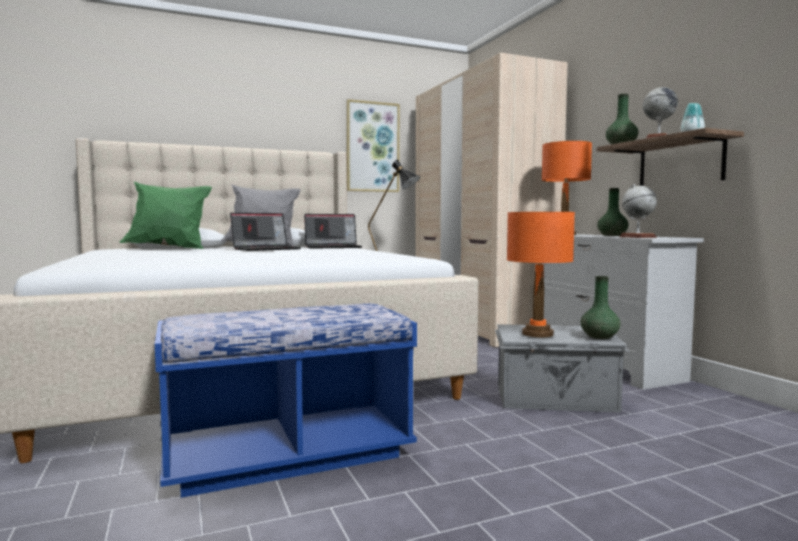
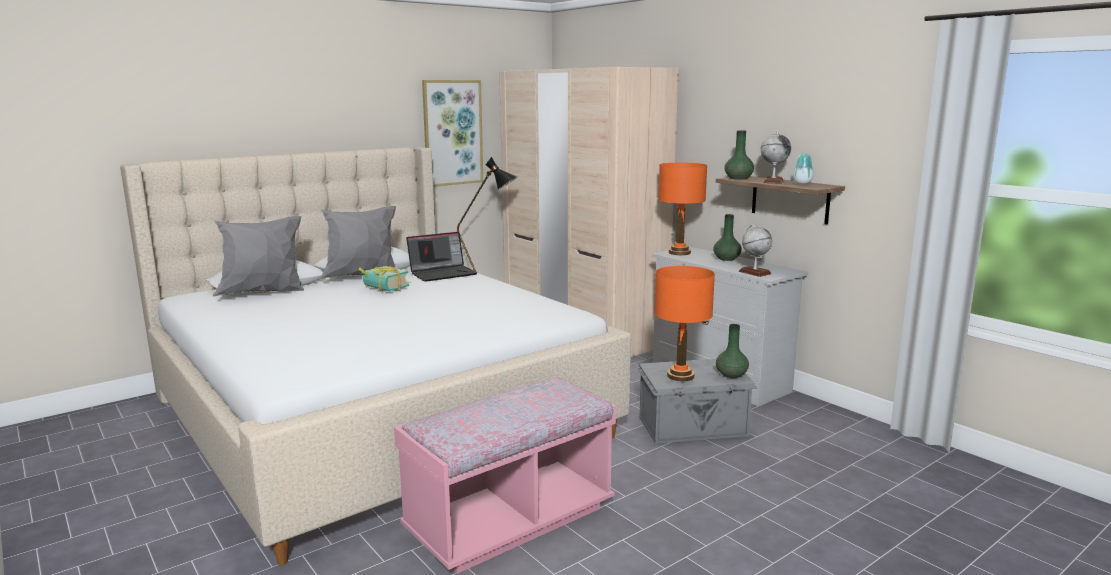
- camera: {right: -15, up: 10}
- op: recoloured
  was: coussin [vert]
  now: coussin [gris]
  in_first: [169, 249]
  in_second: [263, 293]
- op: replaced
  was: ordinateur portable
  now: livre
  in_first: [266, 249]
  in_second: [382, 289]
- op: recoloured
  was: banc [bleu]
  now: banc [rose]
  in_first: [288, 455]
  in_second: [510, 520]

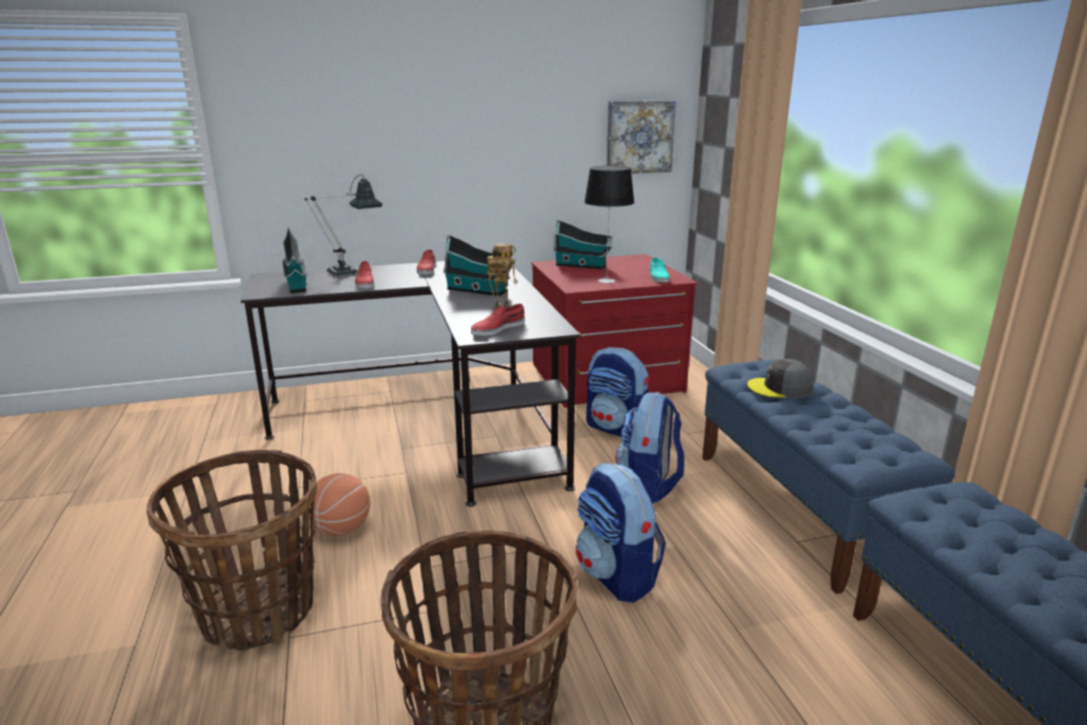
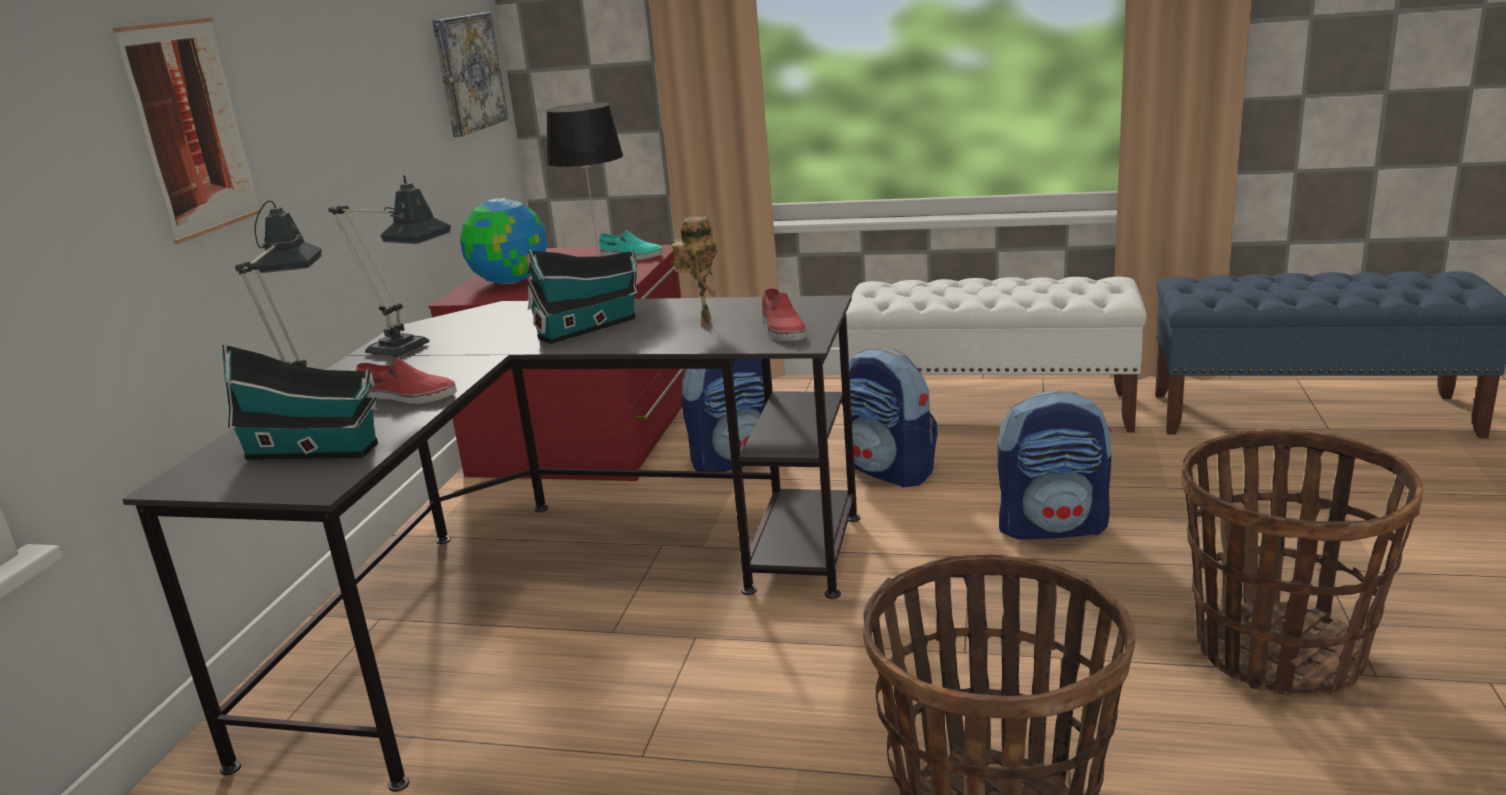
- camera: {right: -60, up: 0}
- op: replaced
  was: maison miniature
  now: globe
  in_first: [582, 266]
  in_second: [510, 282]
- op: replaced
  was: chaussure [rouge]
  now: lampe de table
  in_first: [426, 269]
  in_second: [408, 351]
- op: removed
  was: casquette [gris]
  in_first: [780, 388]
- op: recoloured
  was: banc [bleu]
  now: banc [blanc]
  in_first: [798, 509]
  in_second: [992, 410]
- op: removed
  was: ballon de basket
  in_first: [341, 529]
- op: added
  now: tableau
  in_second: [191, 128]

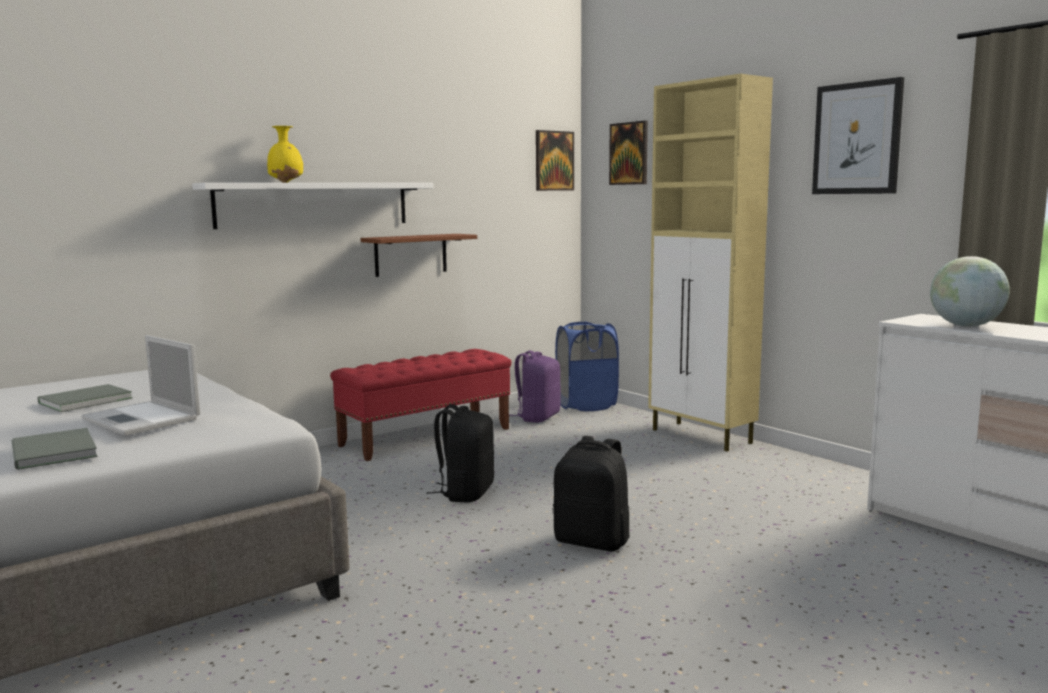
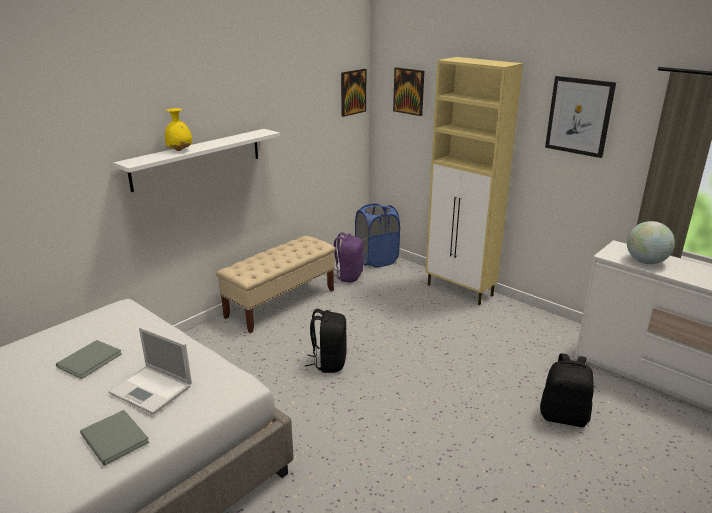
- camera: {right: -10, up: 15}
- op: removed
  was: étagère [marron]
  in_first: [411, 254]
- op: recoloured
  was: banc [rouge]
  now: banc [beige]
  in_first: [426, 437]
  in_second: [281, 303]
- op: moved
  was: sac à dos [noir]
  in_first: [592, 541]
  in_second: [564, 416]

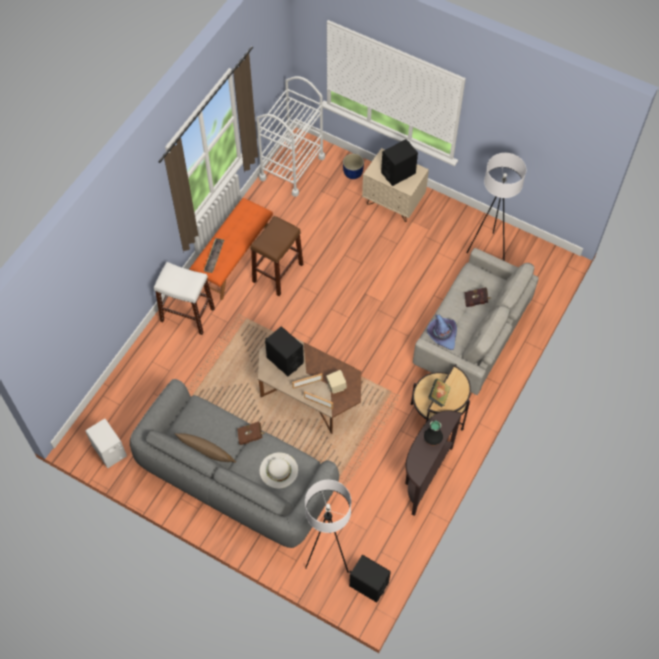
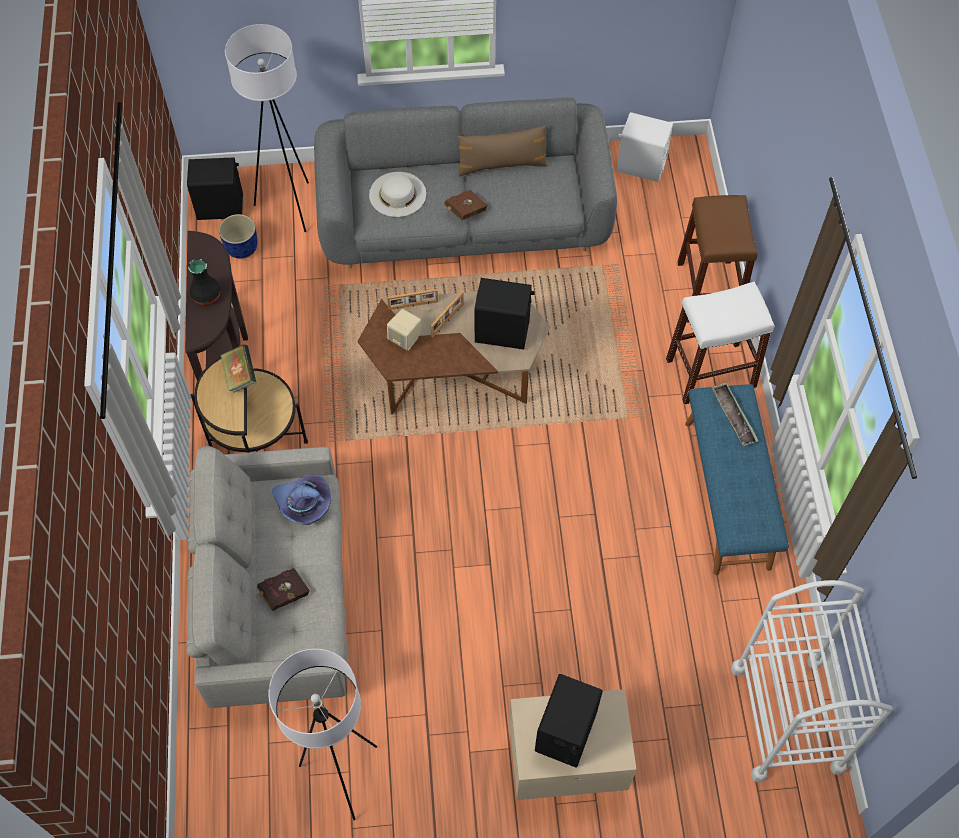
- camera: {right: 145, up: 0}
- op: moved
  was: cache-pot [bleu]
  in_first: [352, 173]
  in_second: [242, 247]
- op: recoloured
  was: banc [orange]
  now: banc [bleu]
  in_first: [233, 258]
  in_second: [728, 494]
- op: moved
  was: tabouret [marron]
  in_first: [278, 273]
  in_second: [708, 290]

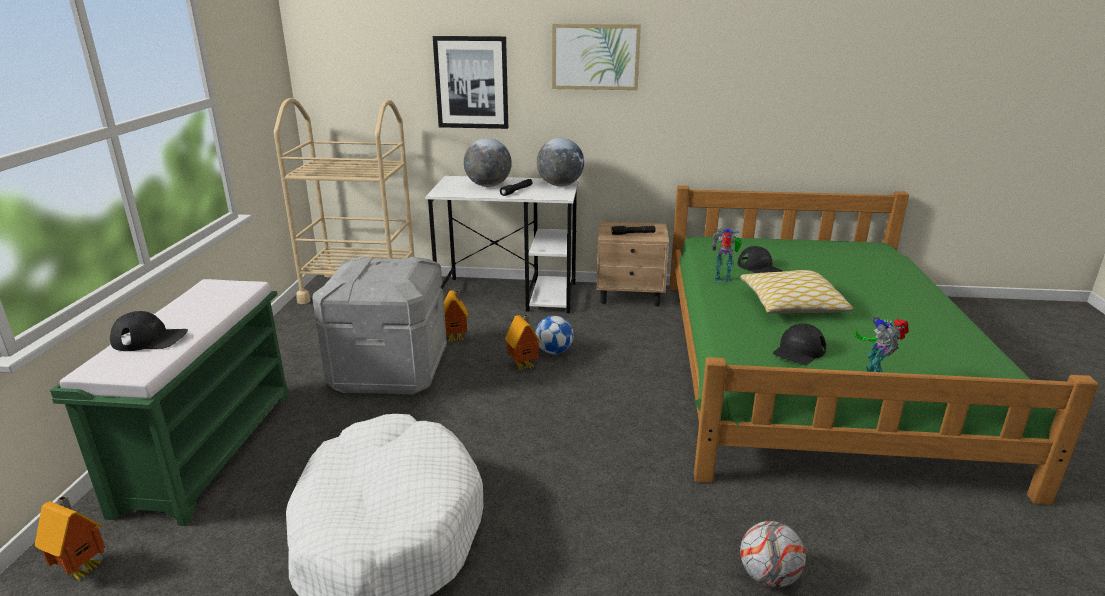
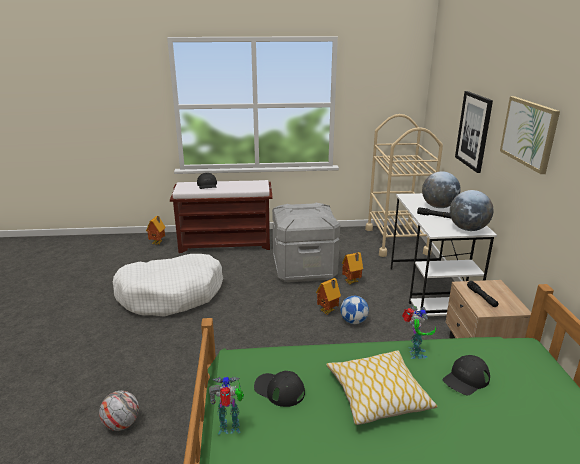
- camera: {right: 80, up: 0}
- op: recoloured
  was: banc [vert]
  now: banc [marron]
  in_first: [209, 449]
  in_second: [226, 243]

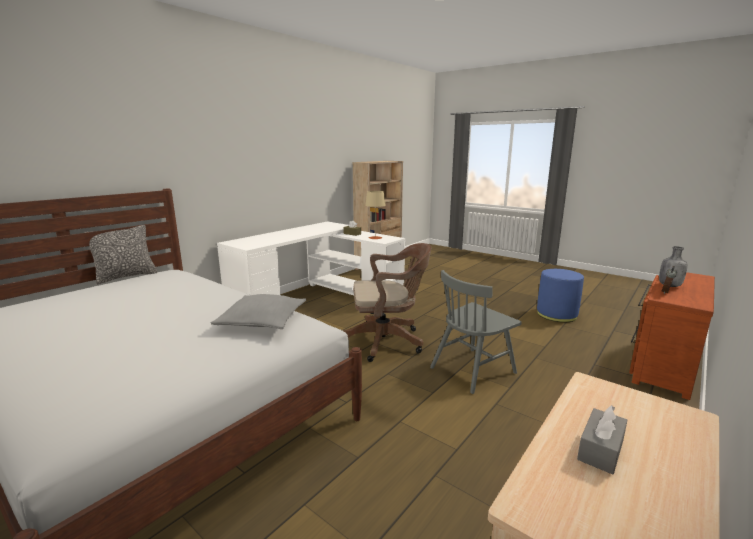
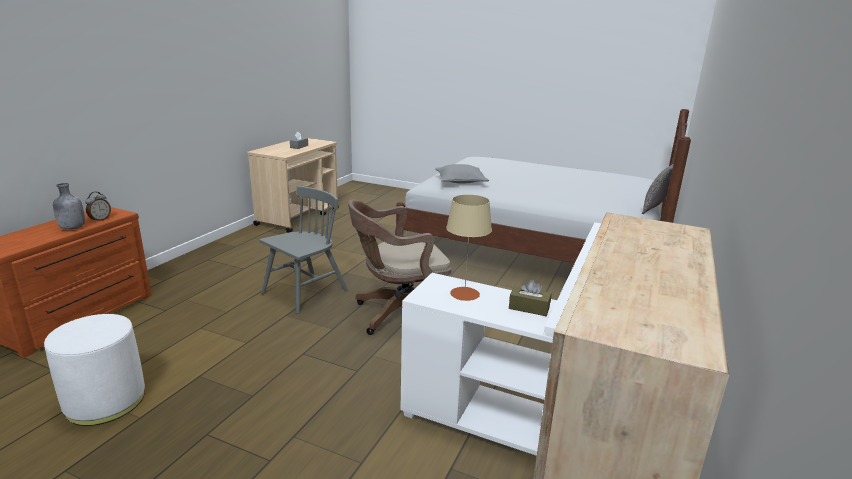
- camera: {right: 165, up: 5}
- op: recoloured
  was: pouf [bleu]
  now: pouf [blanc]
  in_first: [556, 314]
  in_second: [105, 401]

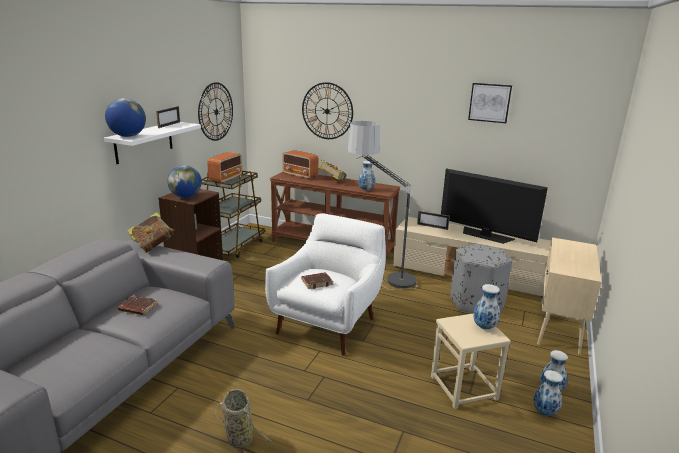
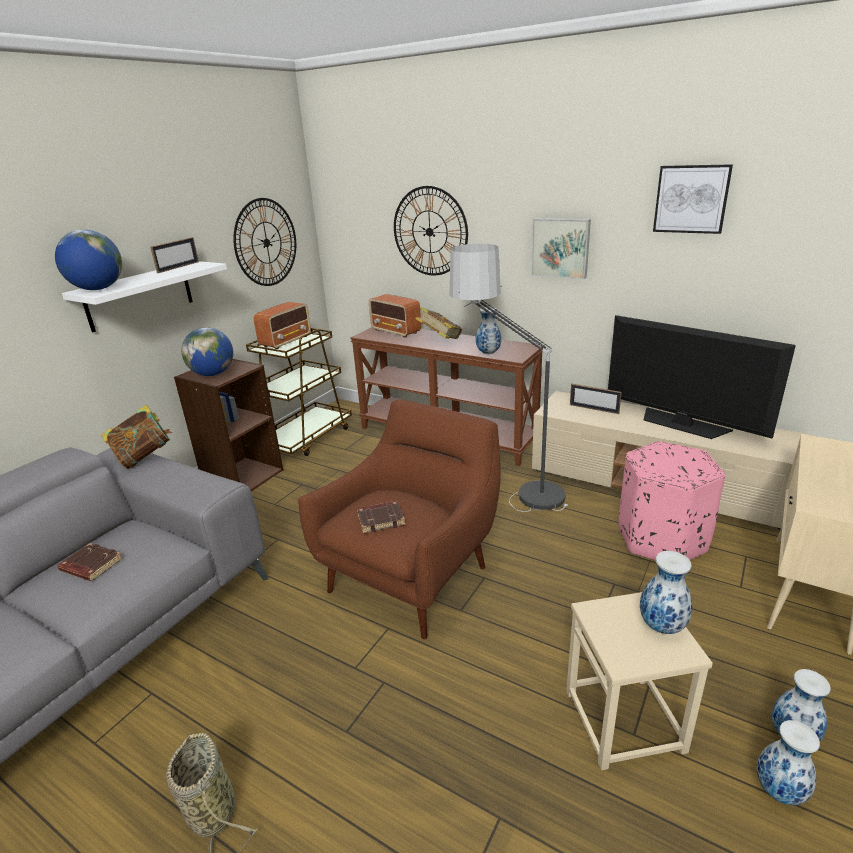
- camera: {right: 10, up: 5}
- op: recoloured
  was: fauteuil [blanc]
  now: fauteuil [marron]
  in_first: [328, 323]
  in_second: [412, 575]
- op: recoloured
  was: pouf [gris]
  now: pouf [rose]
  in_first: [475, 303]
  in_second: [661, 539]
- op: added
  now: tableau
  in_second: [560, 247]

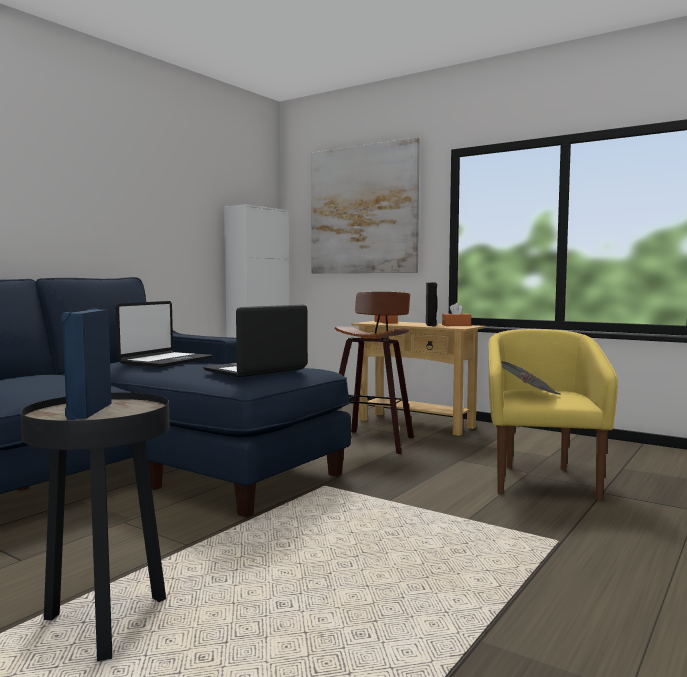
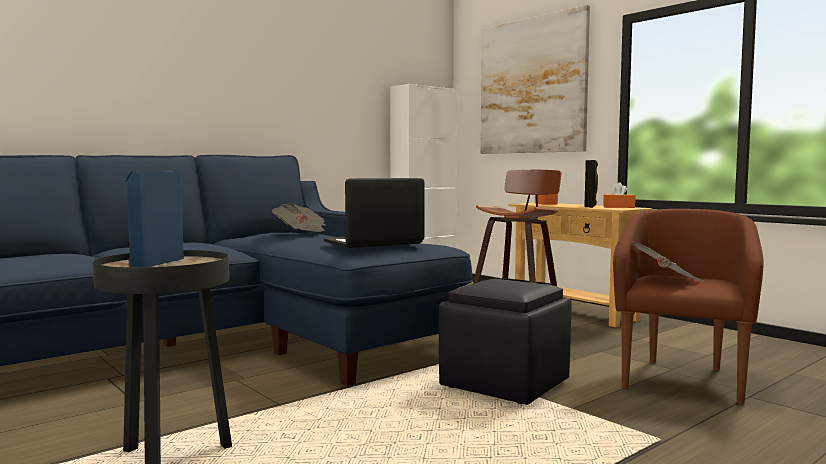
- camera: {right: 15, up: 0}
- op: replaced
  was: ordinateur portable
  now: journal
  in_first: [165, 361]
  in_second: [302, 234]
- op: recoloured
  was: fauteuil [jaune]
  now: fauteuil [marron]
  in_first: [542, 481]
  in_second: [682, 378]
- op: added
  now: pouf [noir]
  in_second: [504, 384]

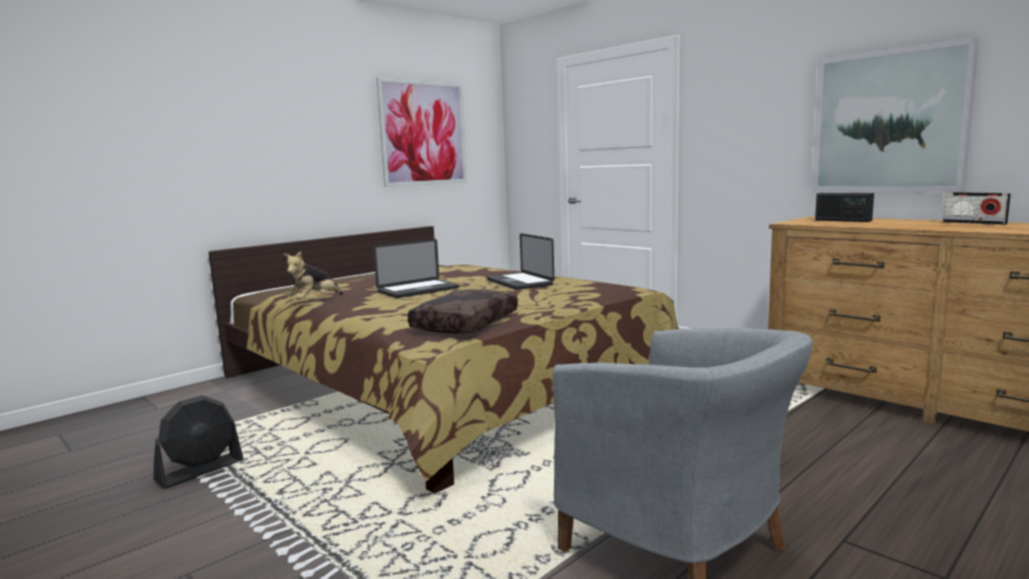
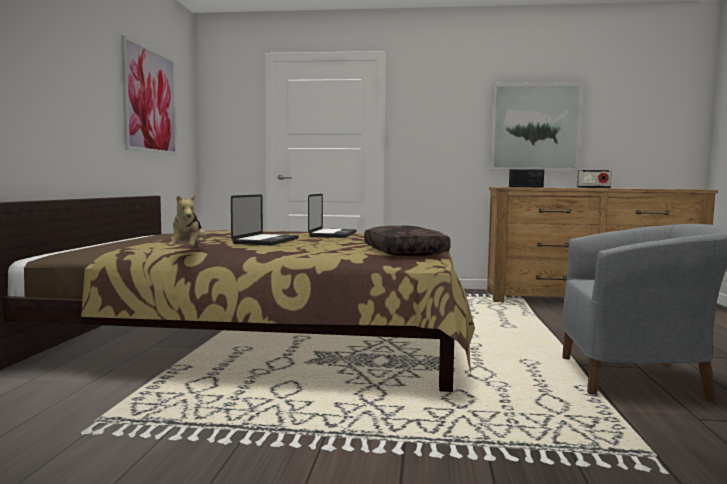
- camera: {right: -40, up: -5}
- op: turned
  was: ordinateur portable
  in_first: [519, 282]
  in_second: [333, 234]
  clockwise: -105
- op: removed
  was: ventilateur [noir]
  in_first: [200, 471]

